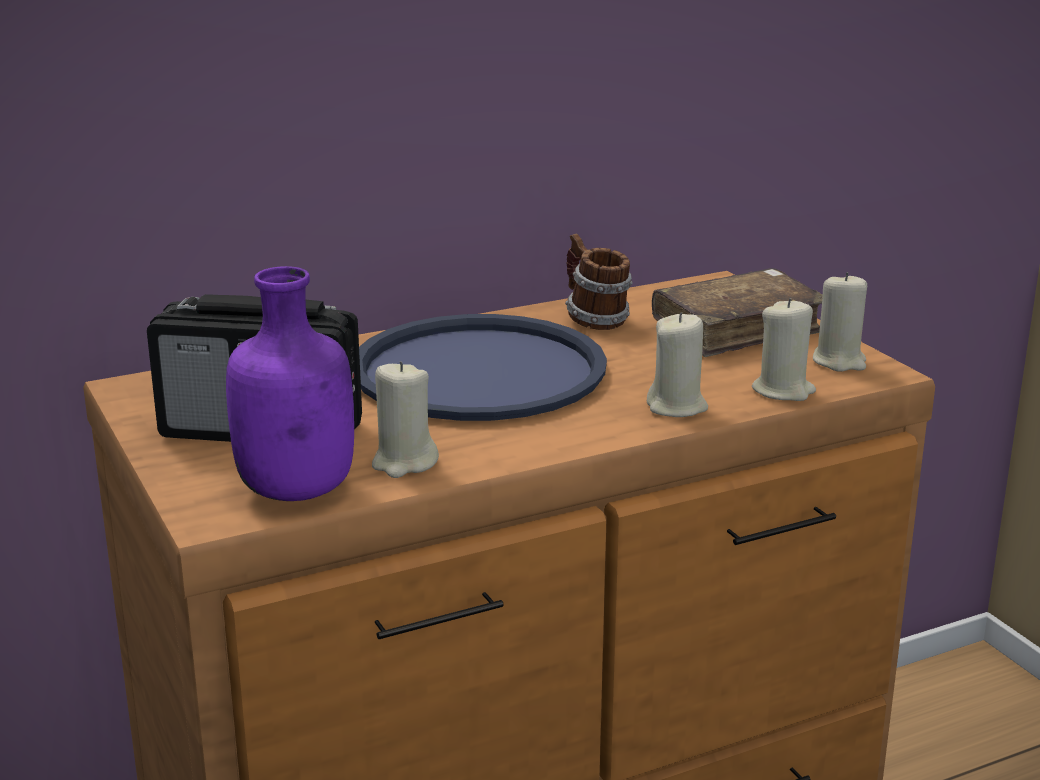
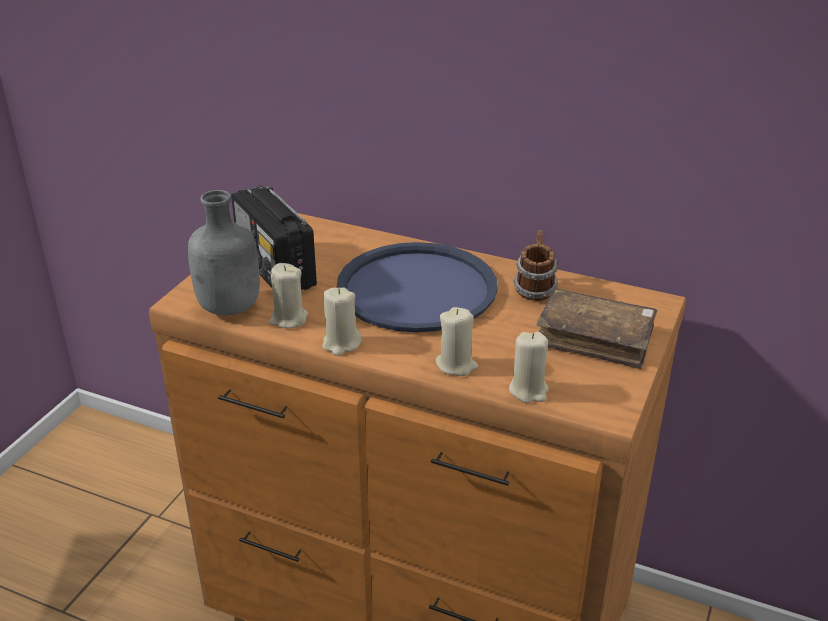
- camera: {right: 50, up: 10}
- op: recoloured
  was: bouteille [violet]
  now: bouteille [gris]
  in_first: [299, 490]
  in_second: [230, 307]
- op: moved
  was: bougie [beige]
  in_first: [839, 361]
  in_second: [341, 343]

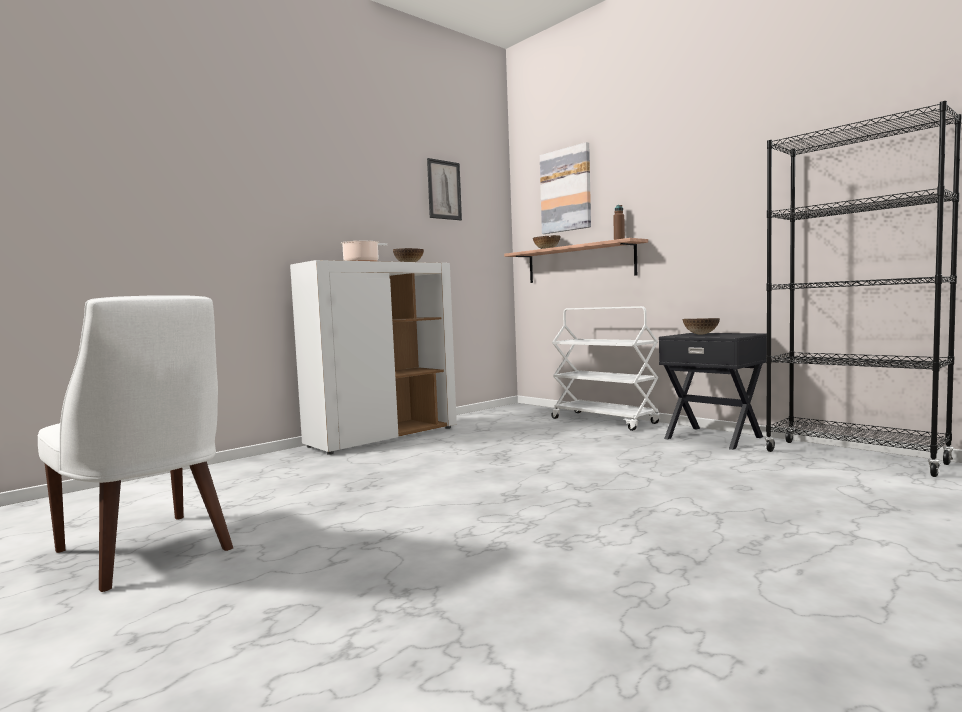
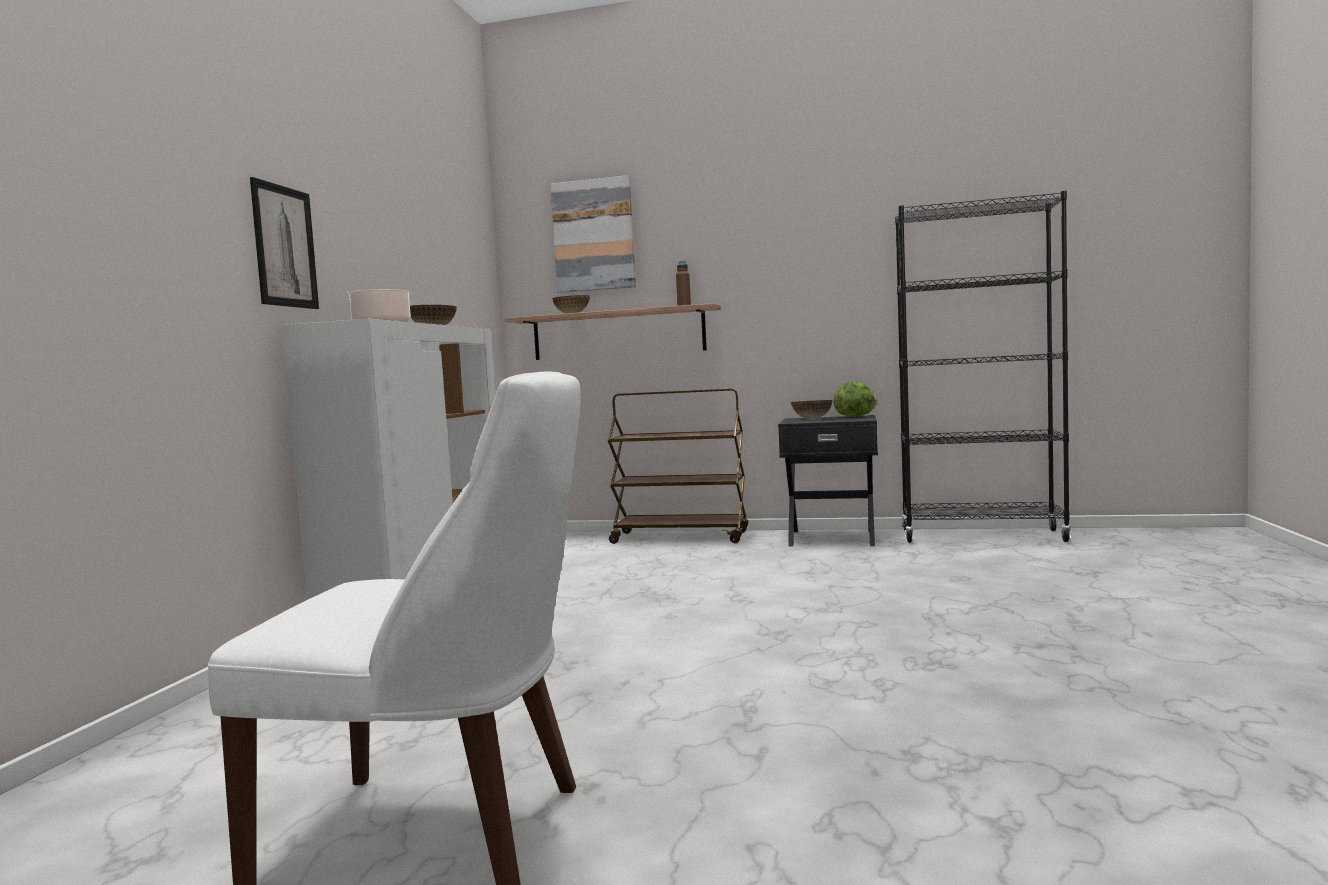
- camera: {right: -35, up: 0}
- op: moved
  was: tableau
  in_first: [444, 190]
  in_second: [284, 246]
- op: recoloured
  was: chariot [blanc]
  now: chariot [marron]
  in_first: [605, 421]
  in_second: [681, 537]
- op: added
  now: laitue
  in_second: [856, 416]

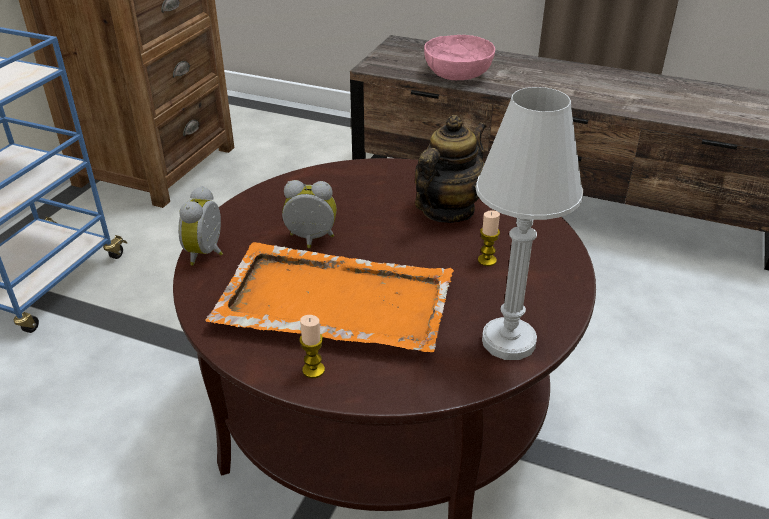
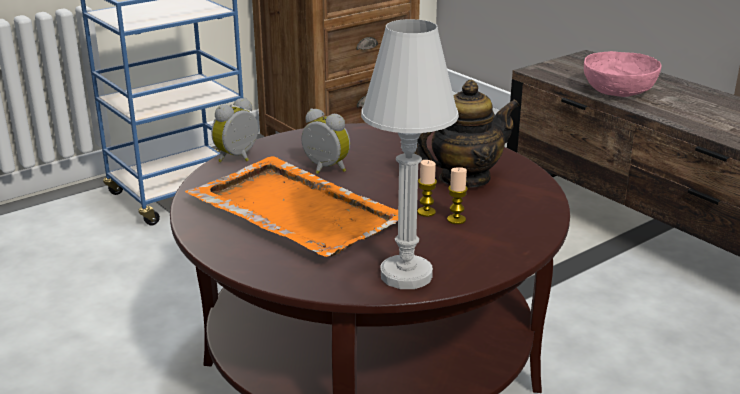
- camera: {right: 30, up: -10}
- op: moved
  was: bougie
  in_first: [313, 370]
  in_second: [426, 212]

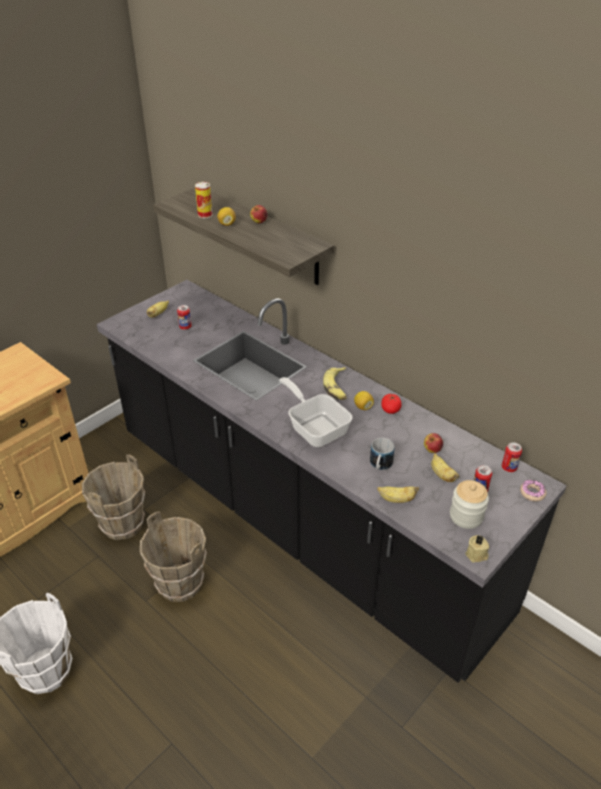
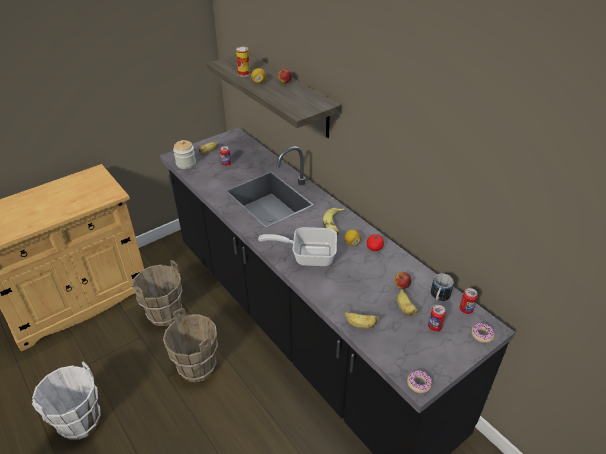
- camera: {right: 10, up: 0}
- op: turned
  was: poêle
  in_first: [315, 427]
  in_second: [307, 255]
  clockwise: -60
- op: moved
  was: mug
  in_first: [380, 466]
  in_second: [438, 297]
- op: moved
  was: bocal
  in_first: [466, 516]
  in_second: [186, 164]
- op: replaced
  was: bougie [beige]
  now: beignet
  in_first: [477, 555]
  in_second: [419, 383]

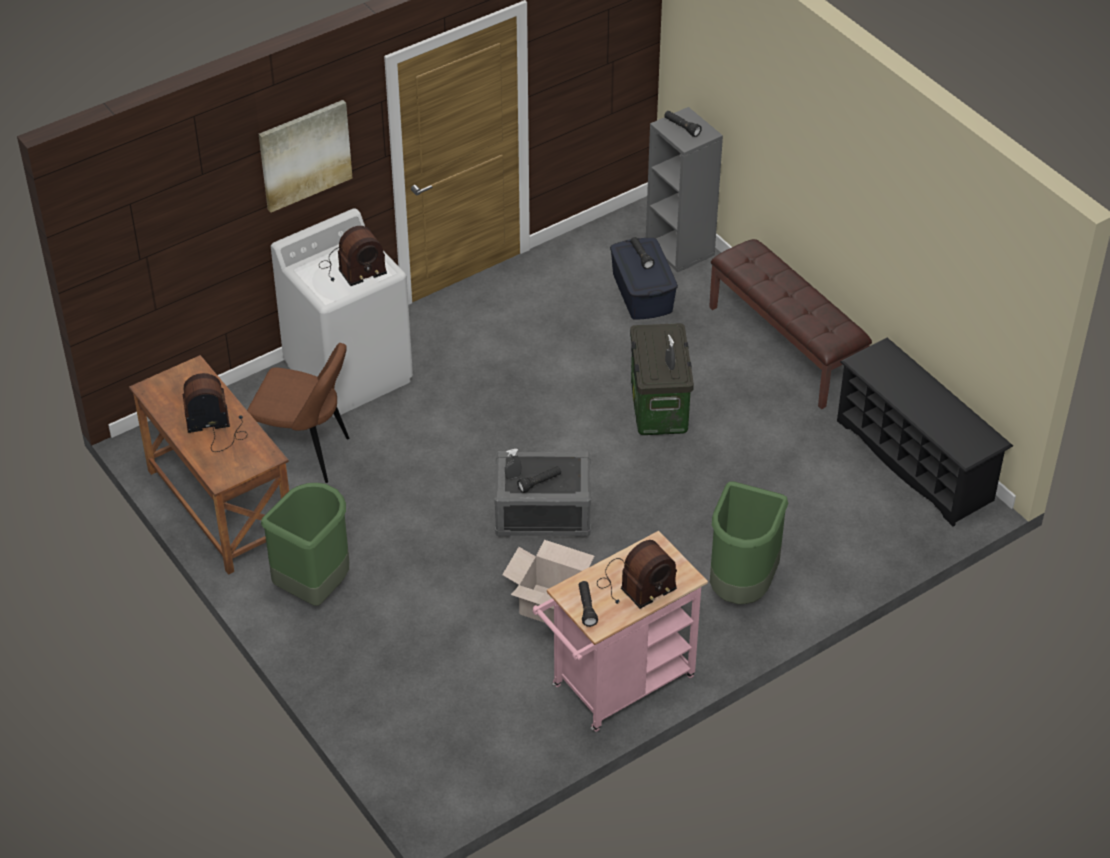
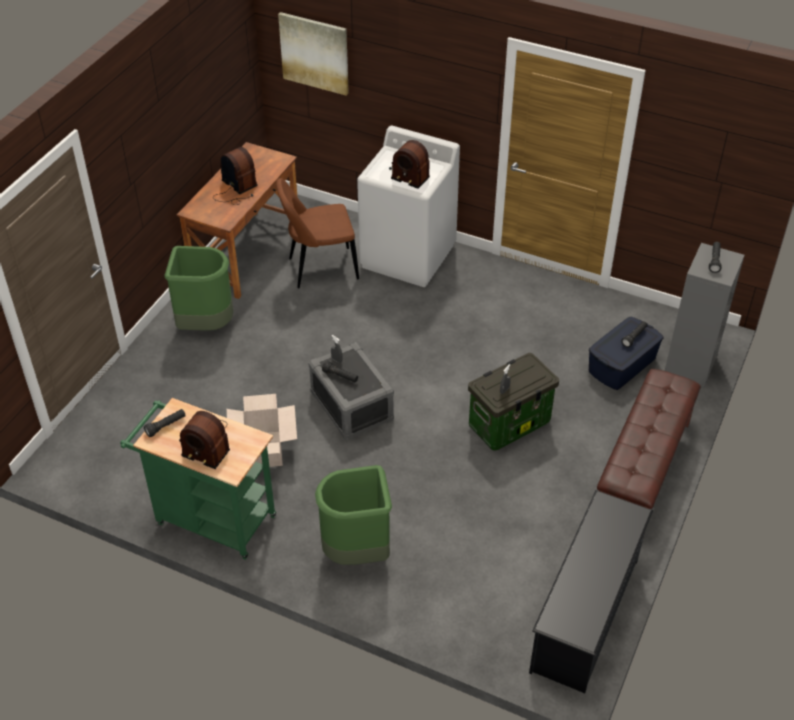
- camera: {right: 60, up: 0}
- op: moved
  was: tableau
  in_first: [305, 155]
  in_second: [314, 53]
- op: turned
  was: chaise [marron]
  in_first: [305, 453]
  in_second: [319, 269]
  clockwise: 90
- op: recoloured
  was: chariot [rose]
  now: chariot [vert]
  in_first: [616, 686]
  in_second: [210, 518]

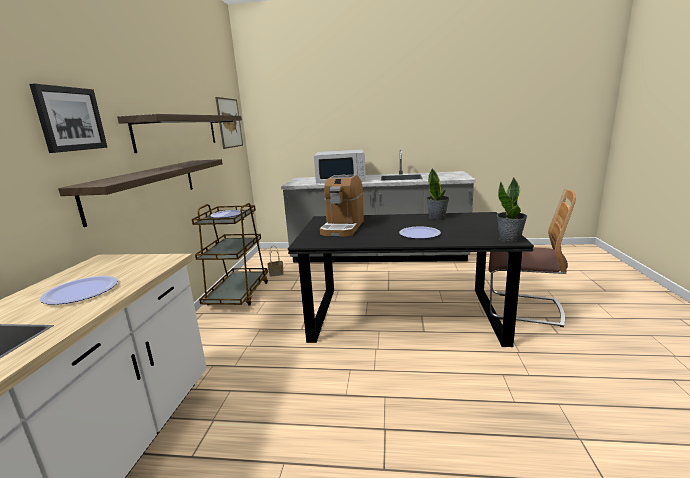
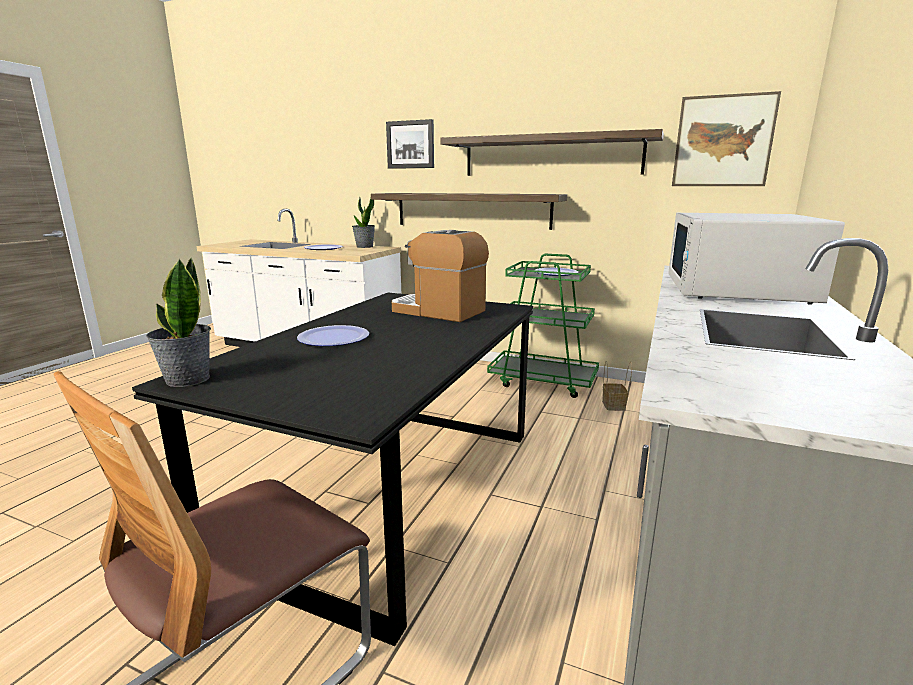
- camera: {right: 105, up: 0}
- op: moved
  was: plante en pot
  in_first: [437, 217]
  in_second: [364, 247]
- op: recoloured
  was: chariot [marron]
  now: chariot [vert]
  in_first: [238, 294]
  in_second: [543, 381]

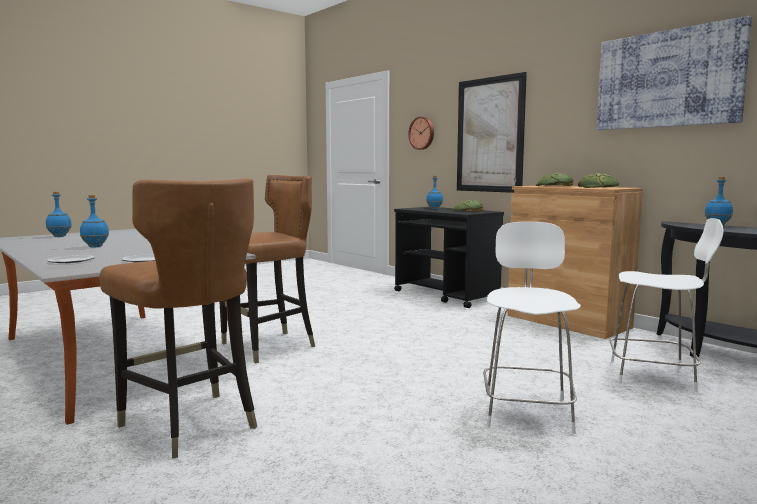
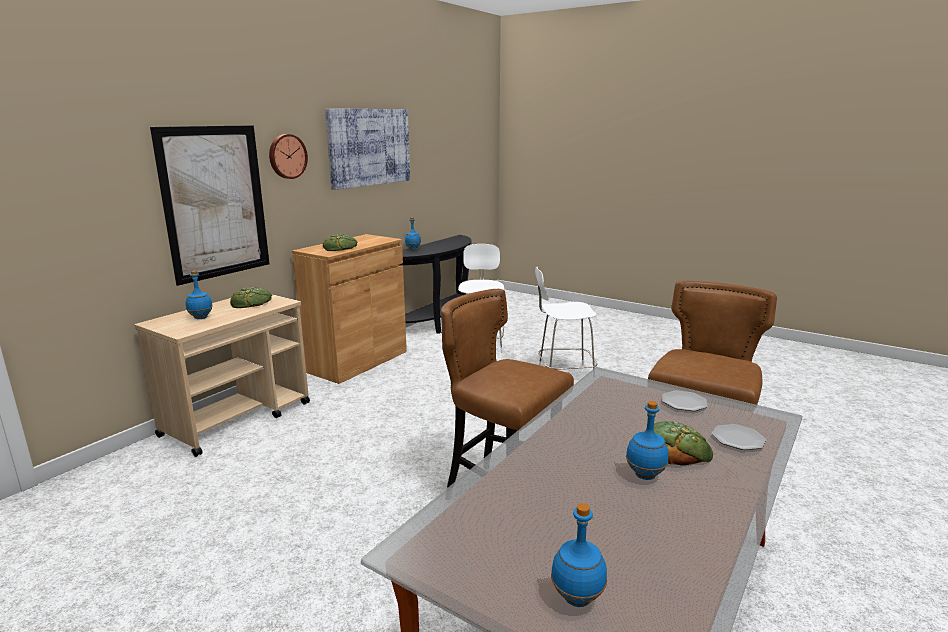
- camera: {right: -105, up: 10}
- op: moved
  was: horloge murale
  in_first: [422, 133]
  in_second: [287, 156]
- op: moved
  was: pain
  in_first: [598, 187]
  in_second: [676, 449]
- op: recoloured
  was: chariot [noir]
  now: chariot [beige]
  in_first: [446, 295]
  in_second: [238, 418]

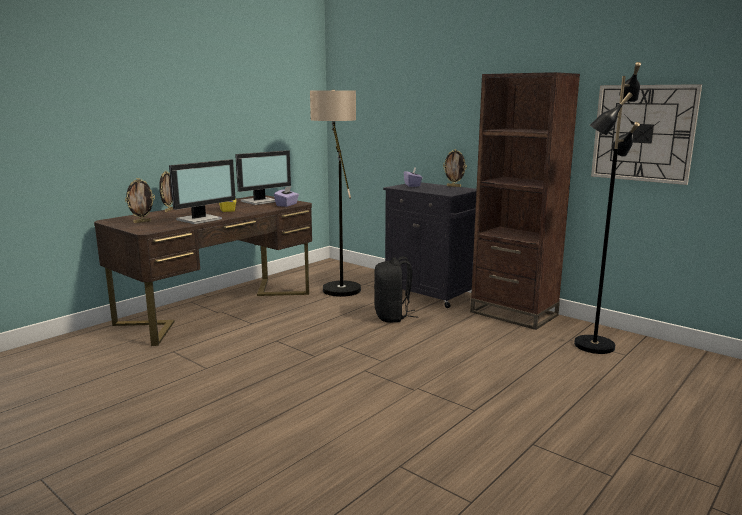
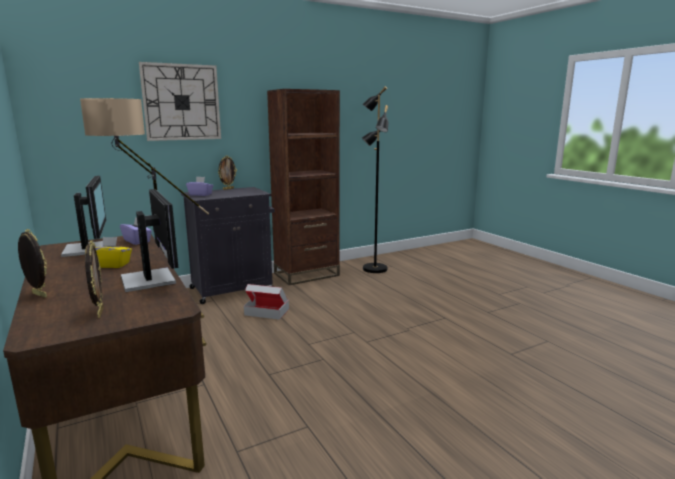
- camera: {right: -70, up: 0}
- op: moved
  was: horloge murale
  in_first: [643, 133]
  in_second: [181, 102]
- op: replaced
  was: sac à dos [noir]
  now: carton
  in_first: [392, 316]
  in_second: [267, 312]

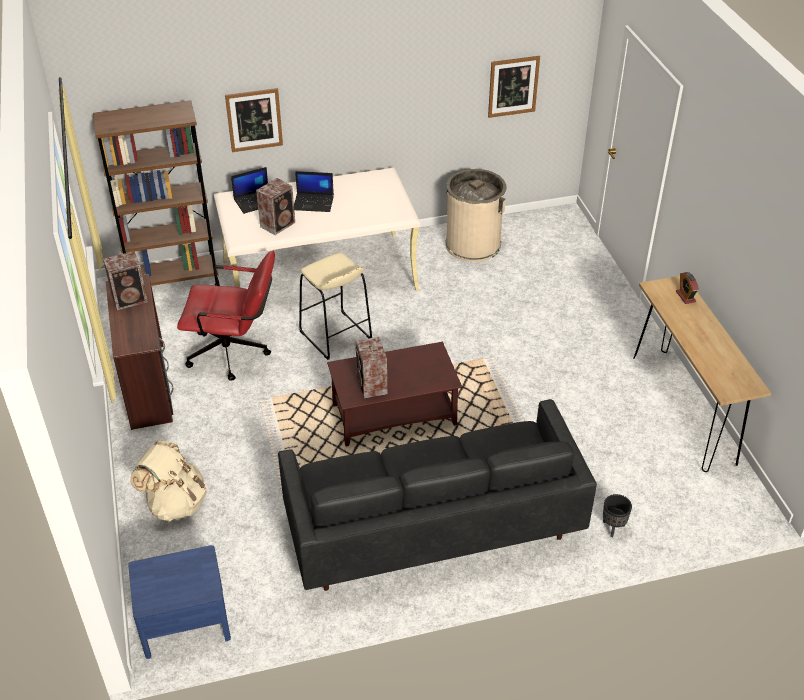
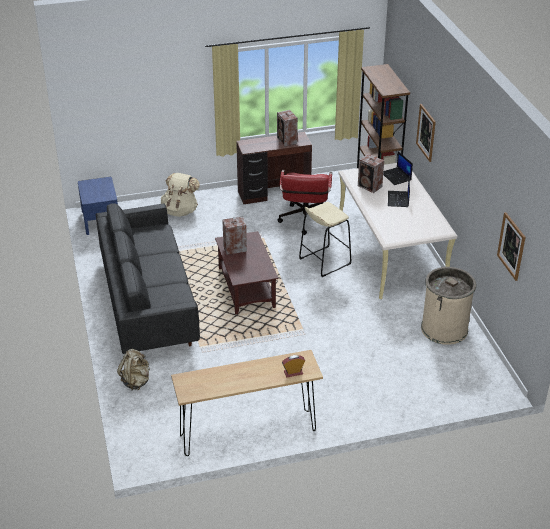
- camera: {right: 90, up: -5}
- op: replaced
  was: cache-pot [noir]
  now: sac à dos [beige]
  in_first: [613, 528]
  in_second: [136, 381]

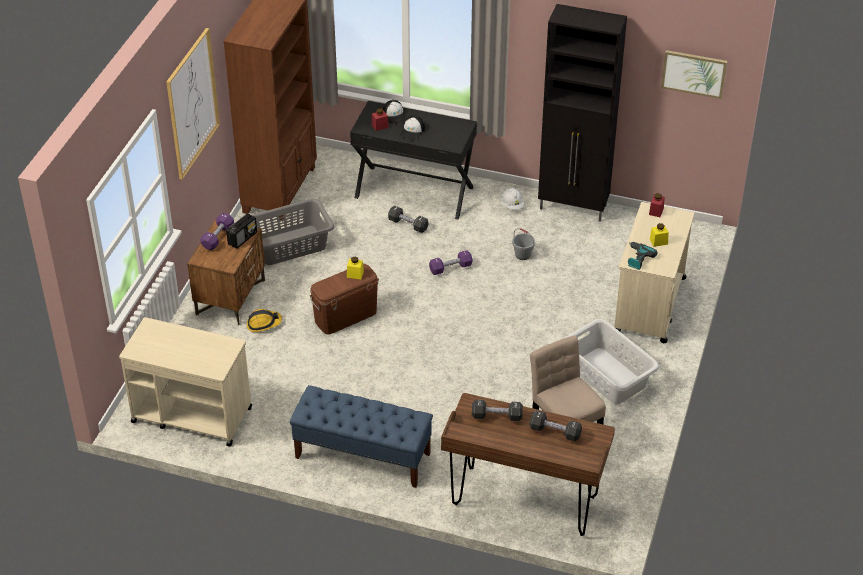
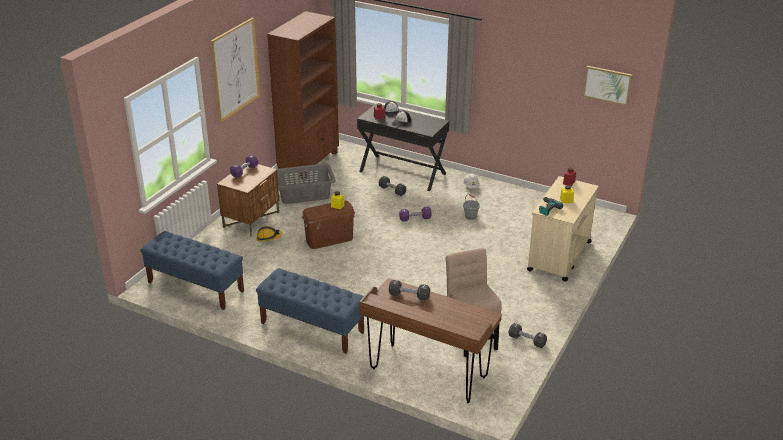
- camera: {right: 10, up: -10}
- op: removed
  was: meuble de rangement [noir]
  in_first: [574, 208]
- op: removed
  was: radio
  in_first: [242, 238]
- op: replaced
  was: chariot [beige]
  now: banc [bleu]
  in_first: [191, 414]
  in_second: [195, 287]
- op: removed
  was: panier à linge [gris]
  in_first: [607, 376]
- op: moved
  was: haltère [noir]
  in_first: [555, 432]
  in_second: [527, 340]

